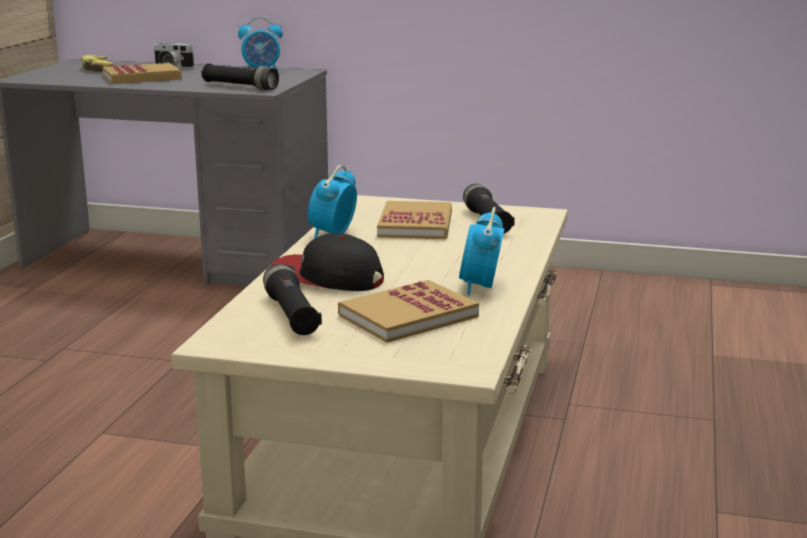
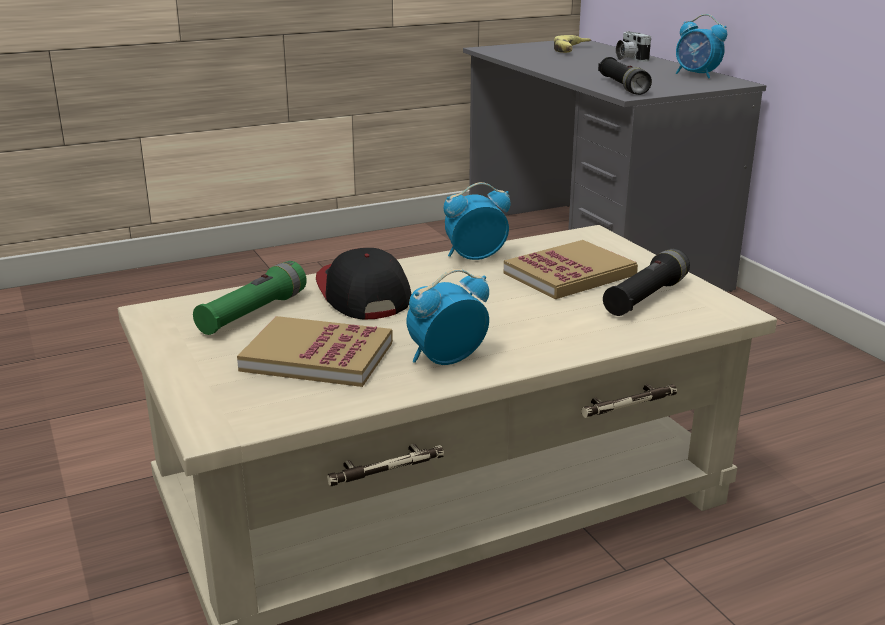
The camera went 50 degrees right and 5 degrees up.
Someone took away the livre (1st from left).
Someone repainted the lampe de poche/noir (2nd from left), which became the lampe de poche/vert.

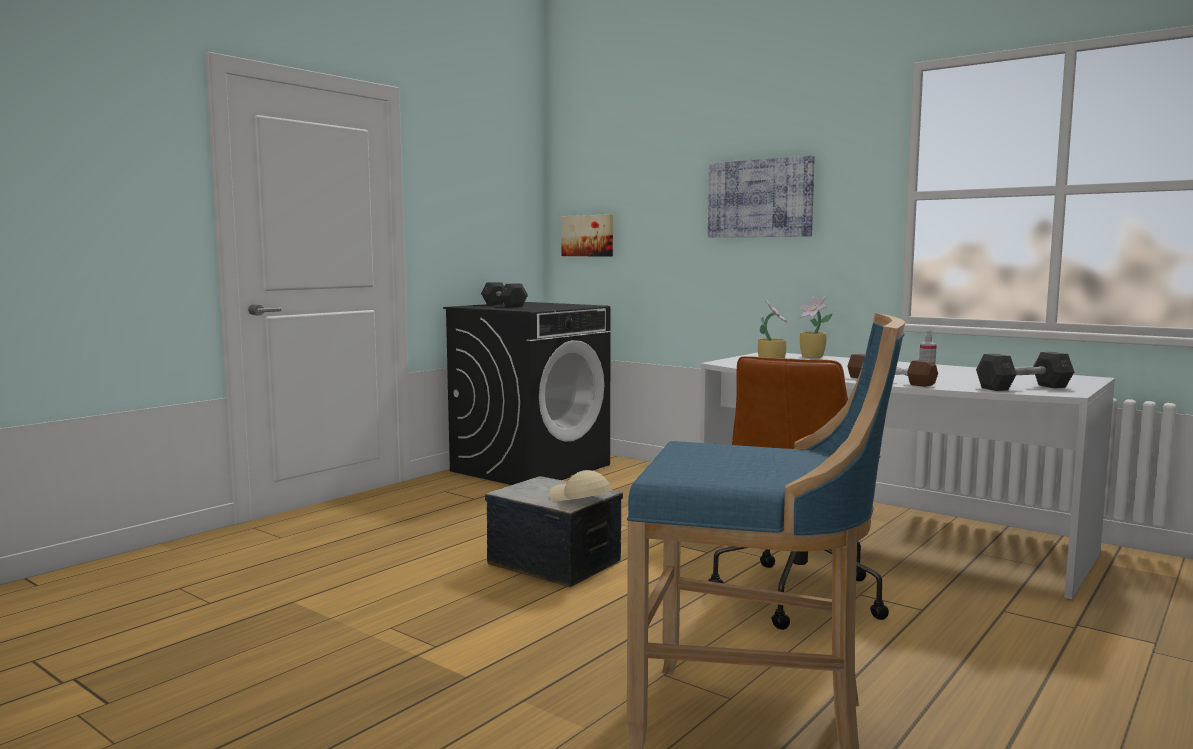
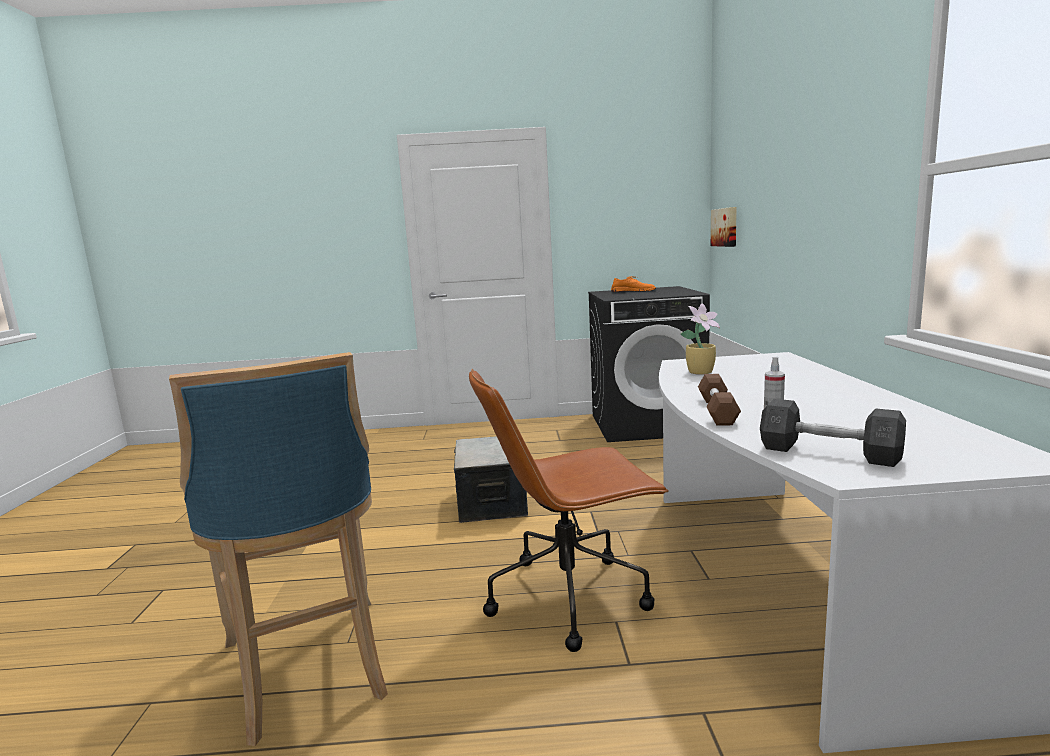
The camera went 50 degrees right and 5 degrees up.
Someone took away the tableau (2nd from left).
Someone swapped the haltère/gris (1st from left) for the chaussure/orange.
Someone took away the plante en pot (2nd from left).
Someone took away the casquette/beige.

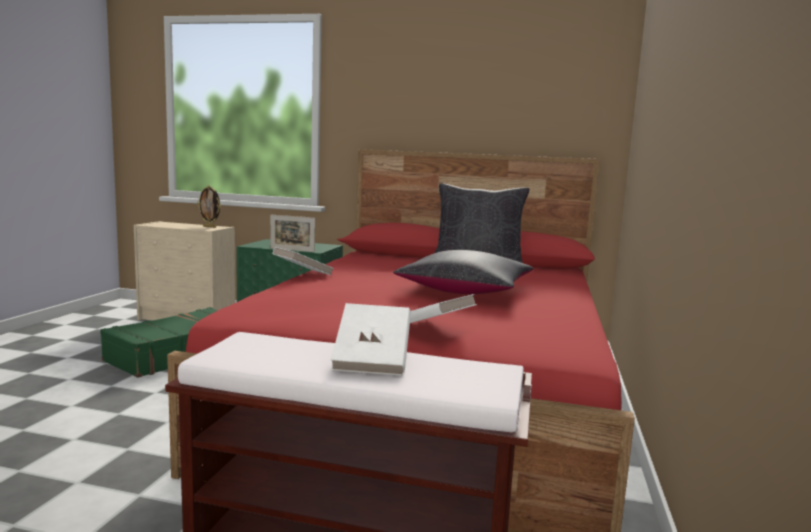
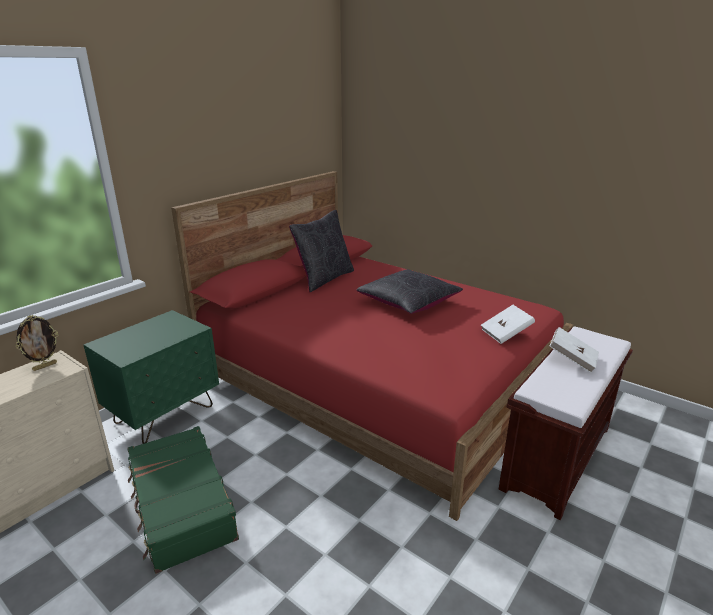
The camera went 65 degrees left and 15 degrees up.
Someone took away the cadre photo (2nd from left).
Someone took away the livre/blanc (1st from left).

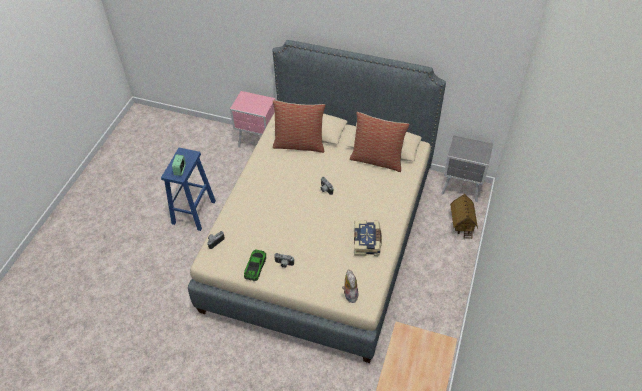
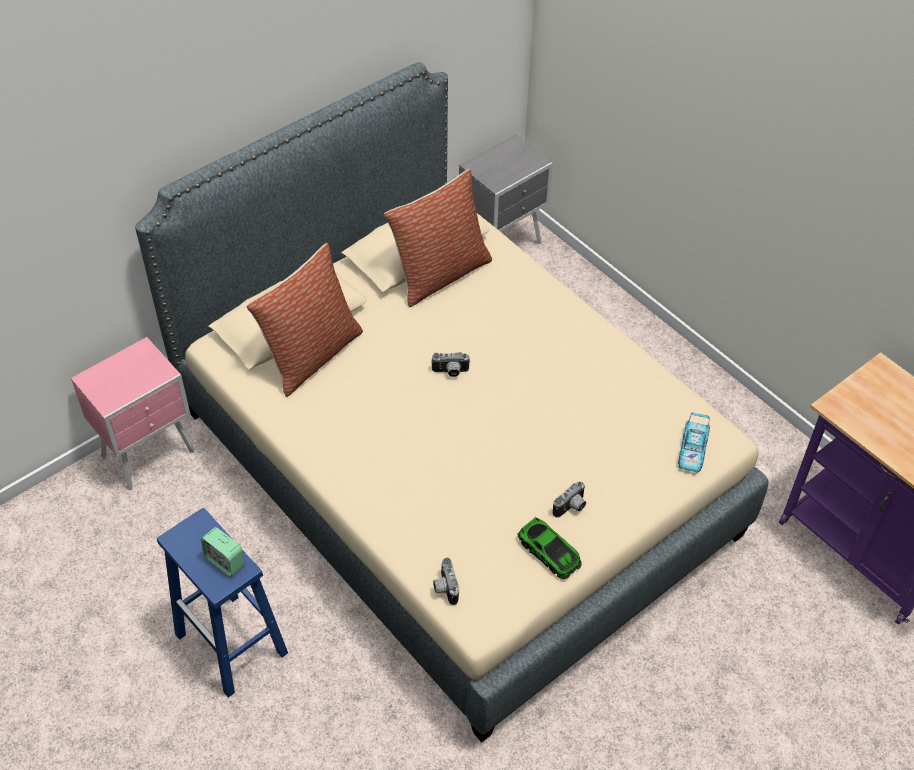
The camera went 60 degrees left and 0 degrees up.
Someone took away the maison miniature.
Someone took away the livre.
Someone swapped the peluche for the petite voiture (2nd from left).

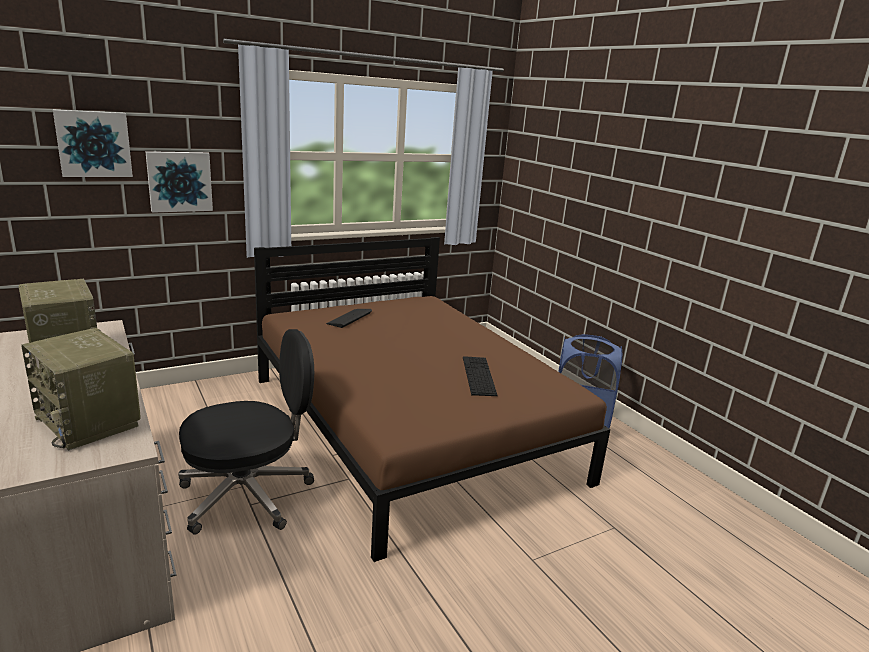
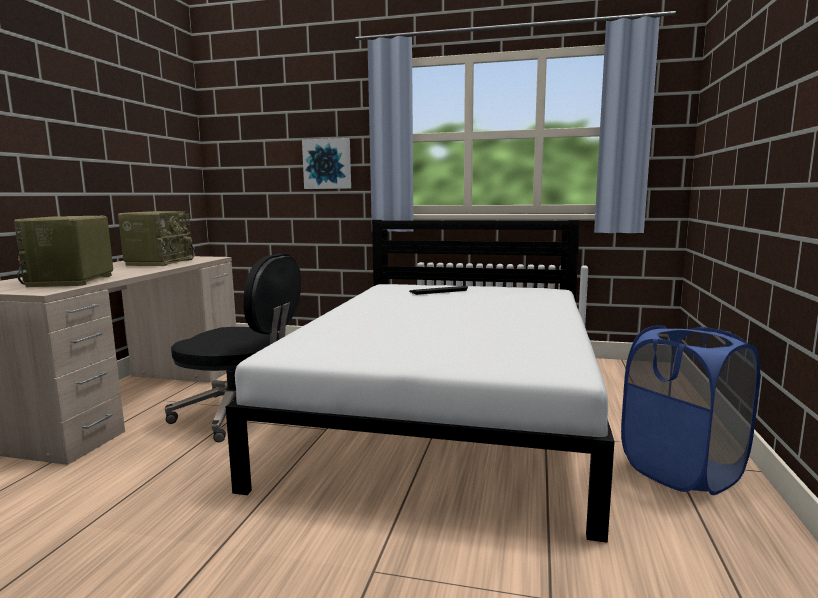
The camera went 45 degrees right and 10 degrees down.
Someone took away the tableau (1st from left).
Someone repainted the lit/marron, which became the lit/blanc.
Someone took away the clavier (2nd from left).

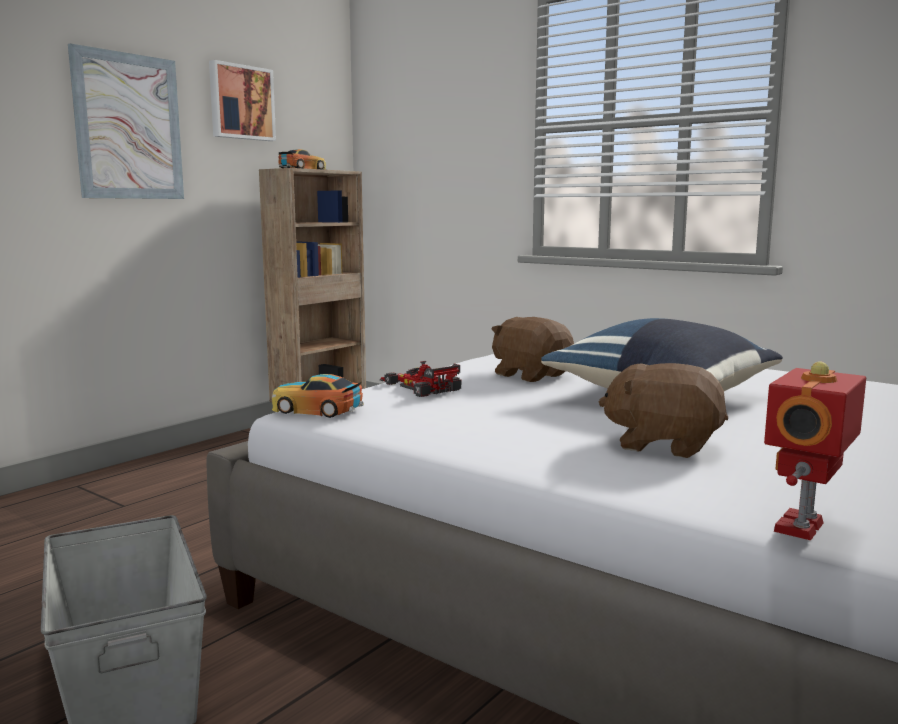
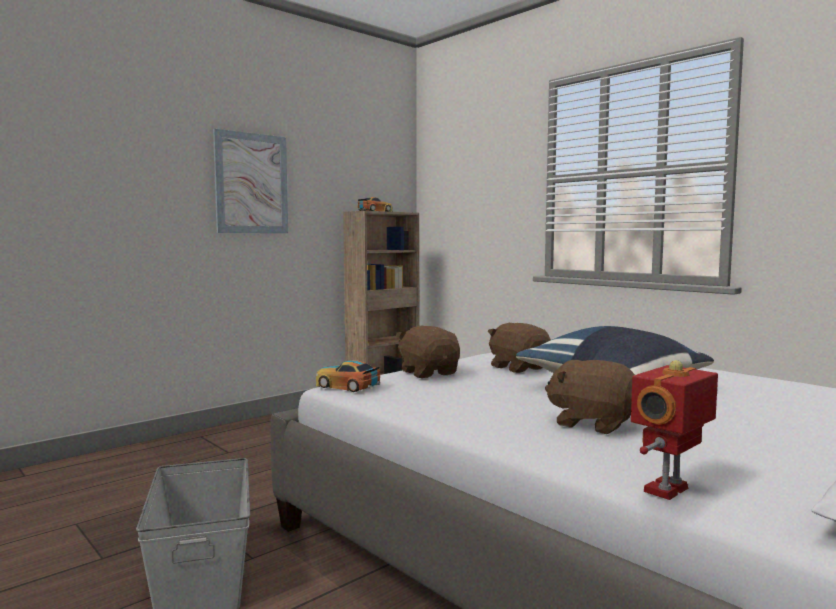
The camera went 10 degrees right and 5 degrees down.
Someone took away the tableau (2nd from left).
Someone swapped the petite voiture (3rd from left) for the peluche/marron (1st from left).

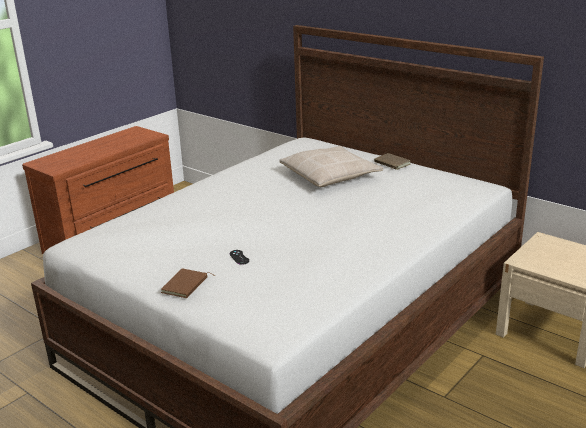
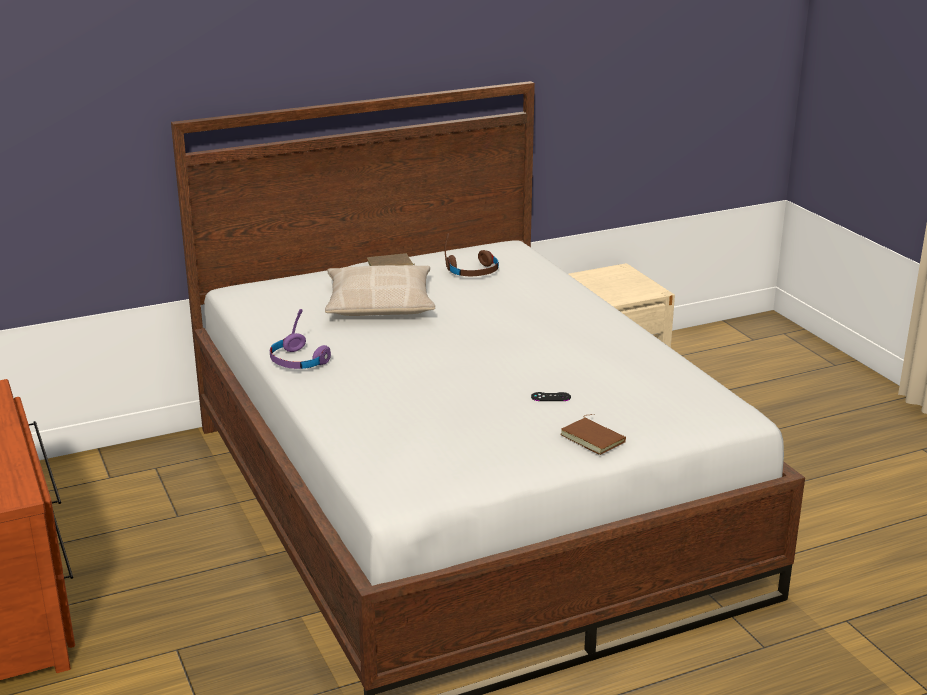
The camera went 65 degrees left and 0 degrees up.
Someone put down the casque audio/marron.
Someone put down the casque audio/violet.

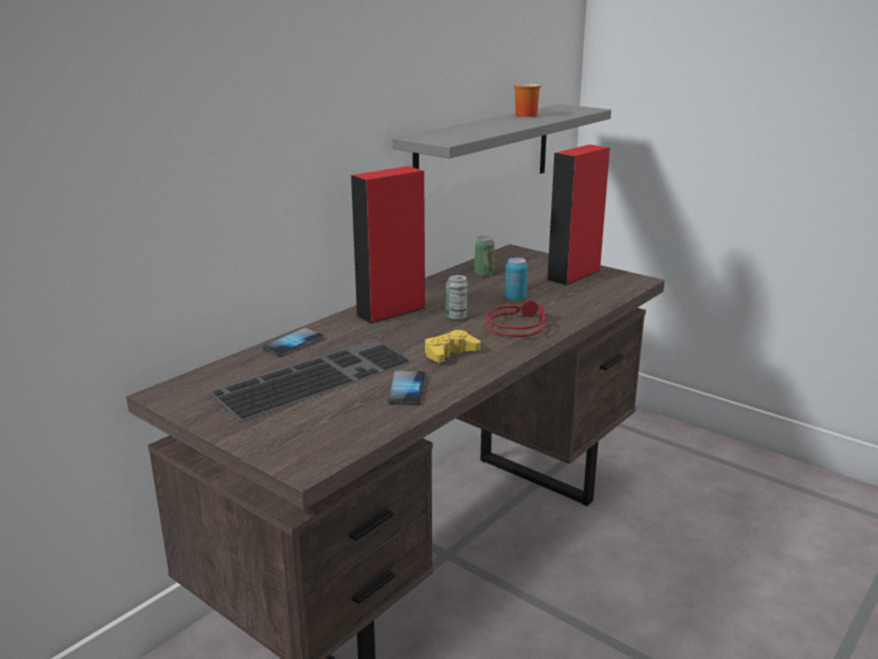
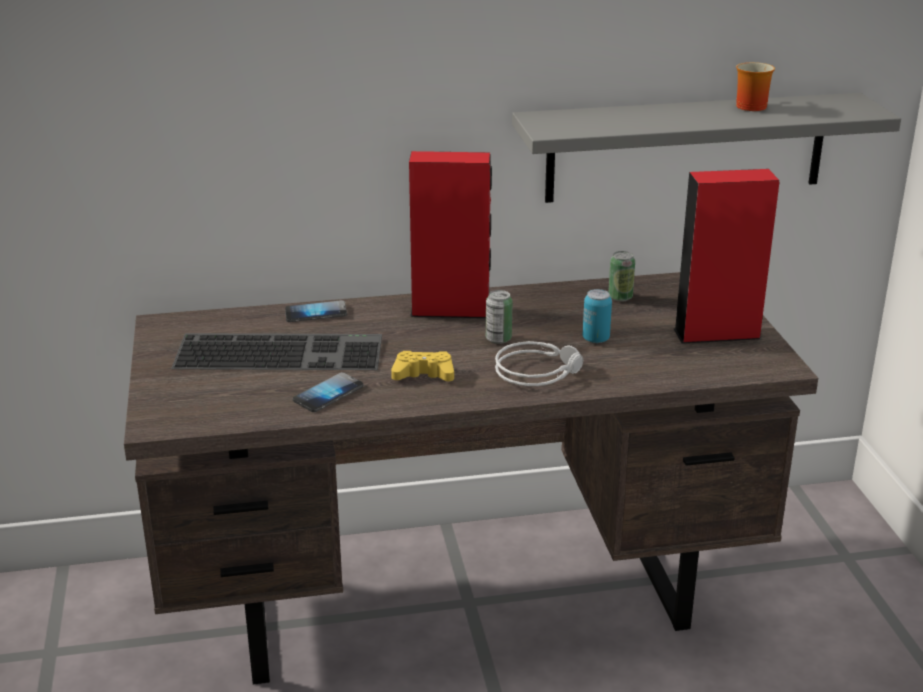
The camera went 40 degrees right and 5 degrees up.
Someone repainted the casque audio/rouge, which became the casque audio/gris.

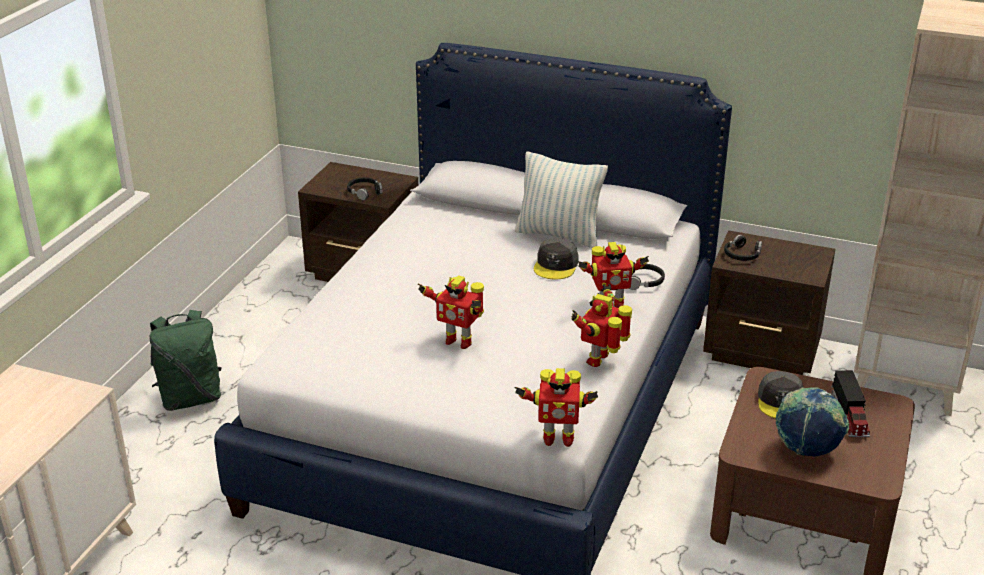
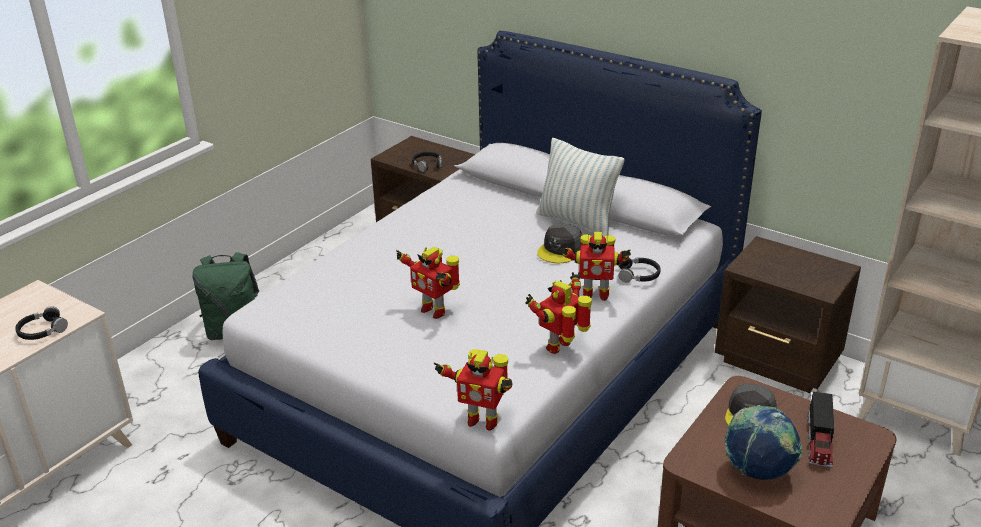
The camera went 15 degrees right and 0 degrees up.
Someone carried the casque audio/noir (3rd from left in the first image).

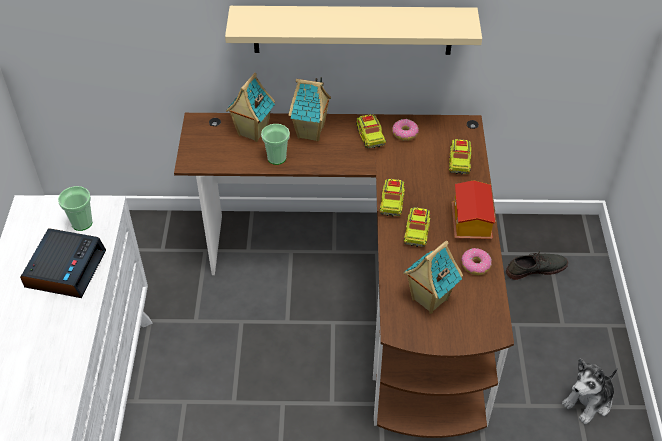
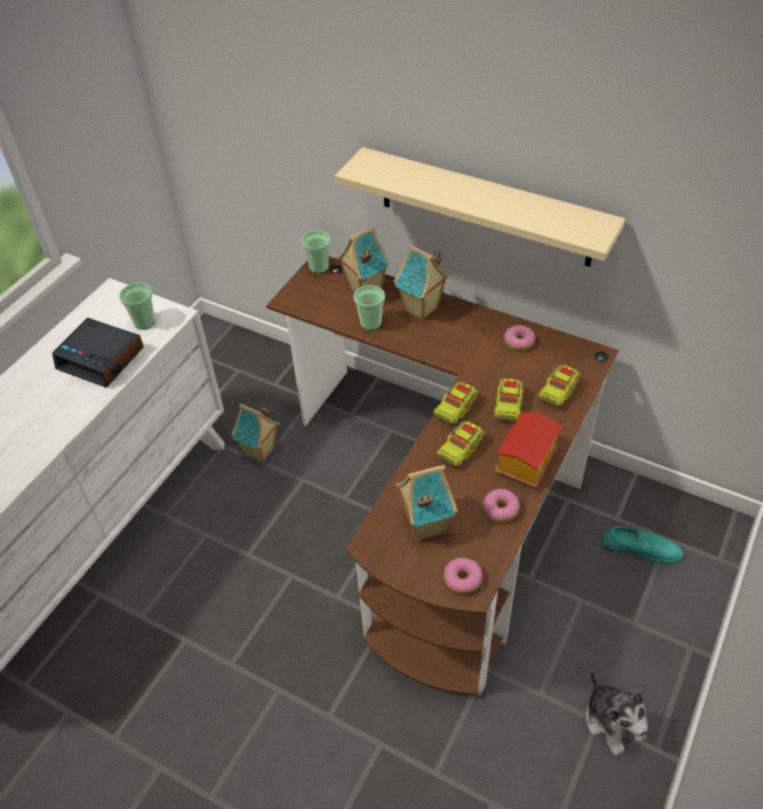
The camera went 30 degrees right and 0 degrees up.
Someone carried the camion jouet (1st from left in the first image).
Someone rotated the réveil by 75 degrees clockwise.
Someone repainted the chaussure/gris, which became the chaussure/turquoise.
Someone rotated the peluche by 105 degrees counterclockwise.
Someone put down the tasse (2nd from left).
Someone put down the maison miniature (1st from left).
Someone put down the beignet (1st from left).

